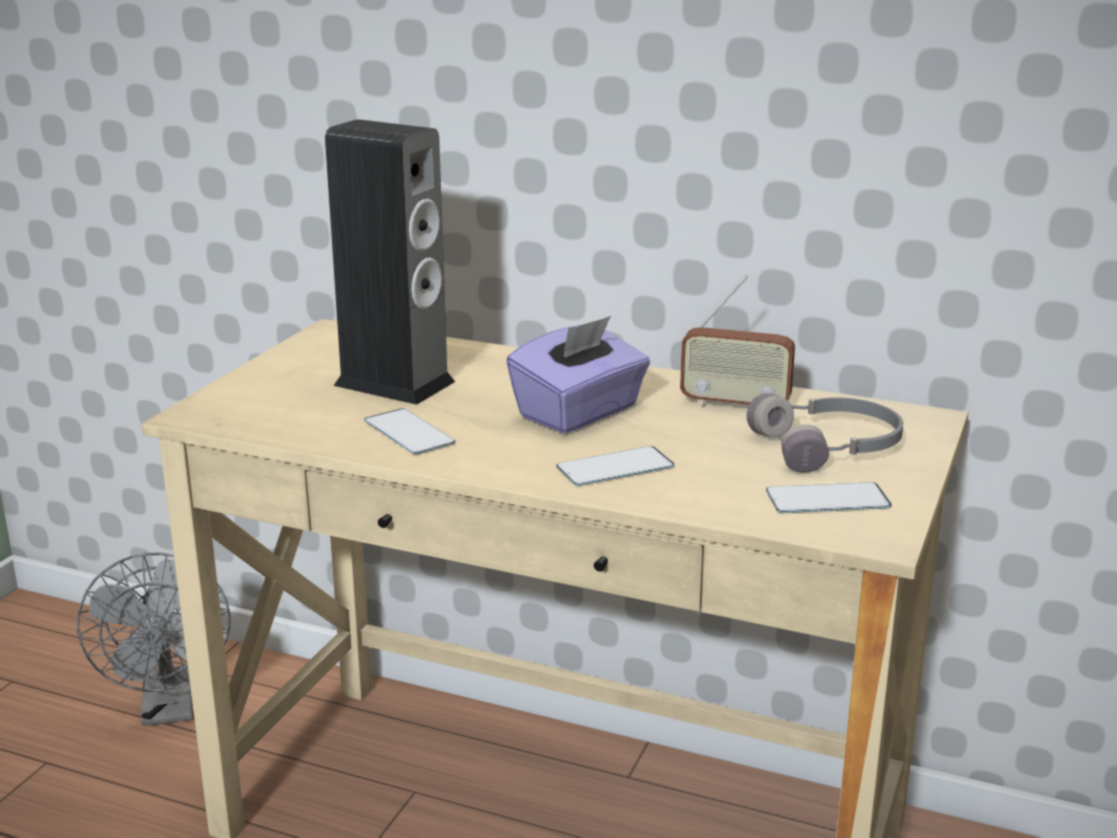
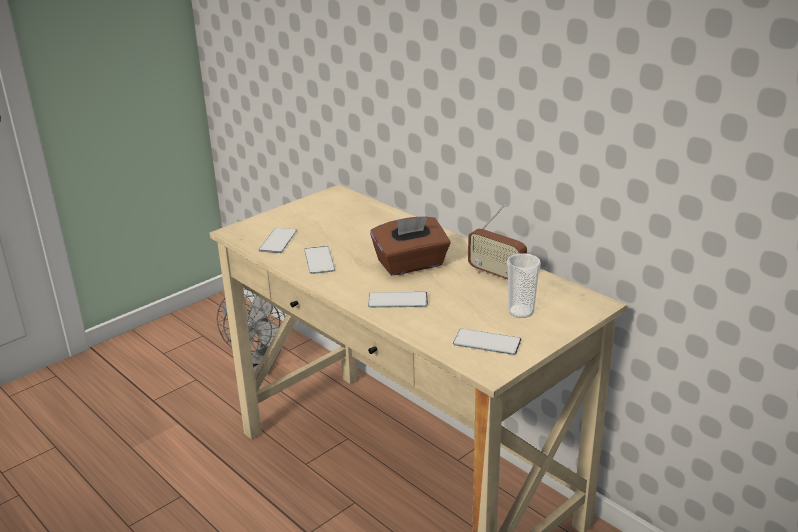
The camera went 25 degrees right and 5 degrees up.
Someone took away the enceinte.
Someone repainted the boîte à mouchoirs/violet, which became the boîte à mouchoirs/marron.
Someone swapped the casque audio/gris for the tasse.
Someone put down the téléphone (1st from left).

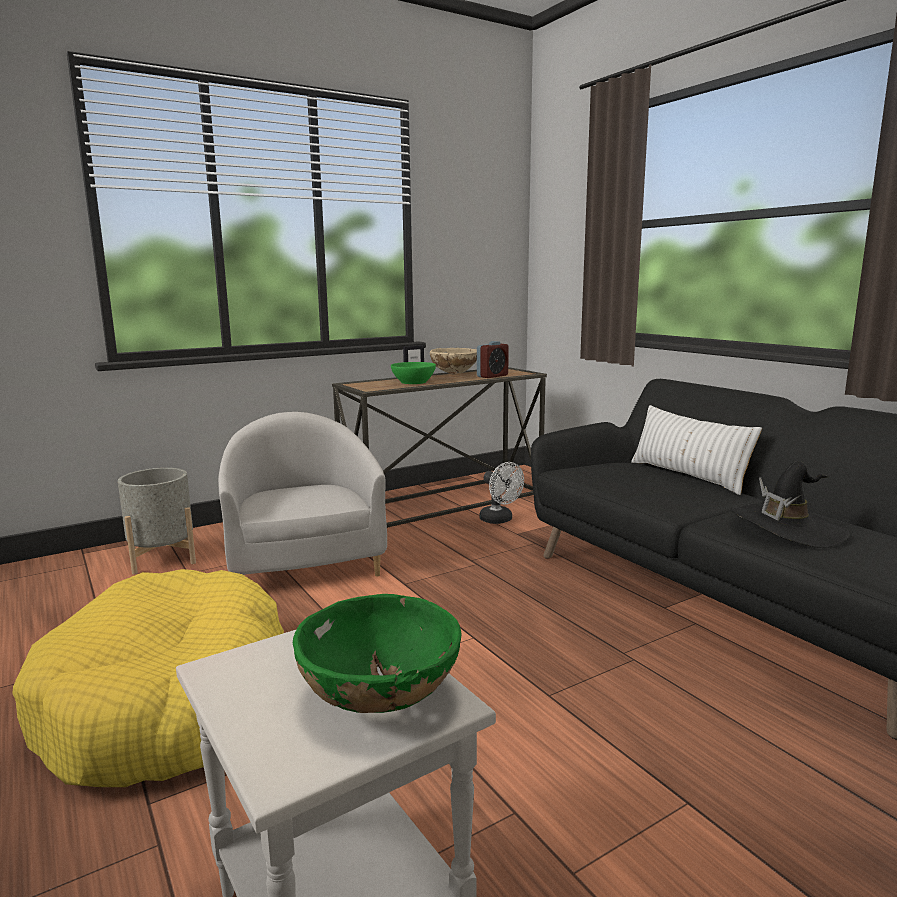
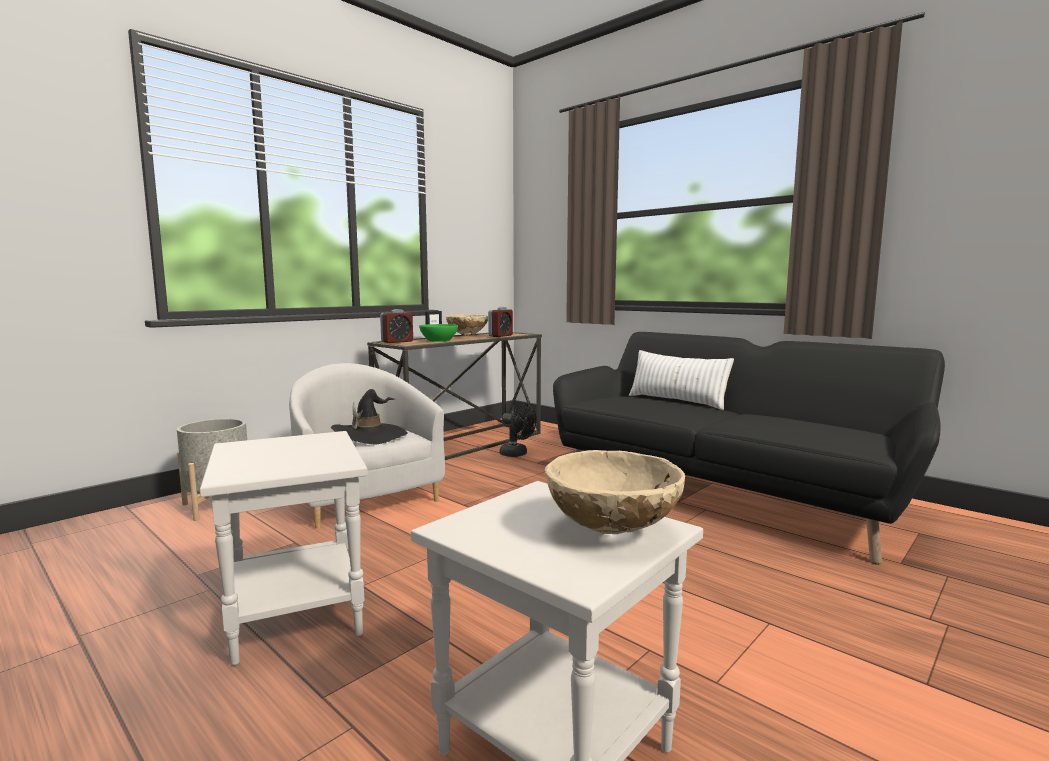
The camera went 15 degrees left and 5 degrees down.
Someone carried the chapeau/noir.
Someone repainted the ventilateur/blanc, which became the ventilateur/noir.
Someone swapped the panier pour chien/jaune for the table d'appoint/blanc (1st from left).
Someone repainted the bol/vert (1st from left), which became the bol/beige (2nd from left).
Someone put down the réveil (1st from left).

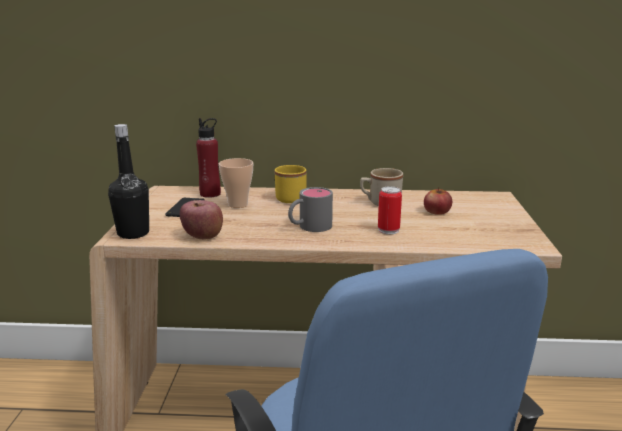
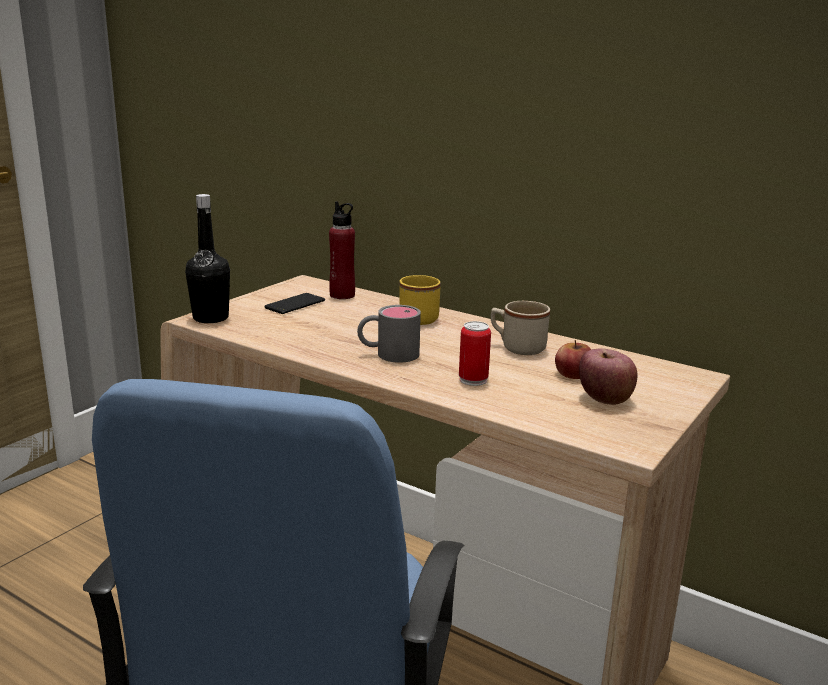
The camera went 30 degrees right and 0 degrees up.
Someone took away the tasse.
Someone carried the pomme (1st from left in the first image).

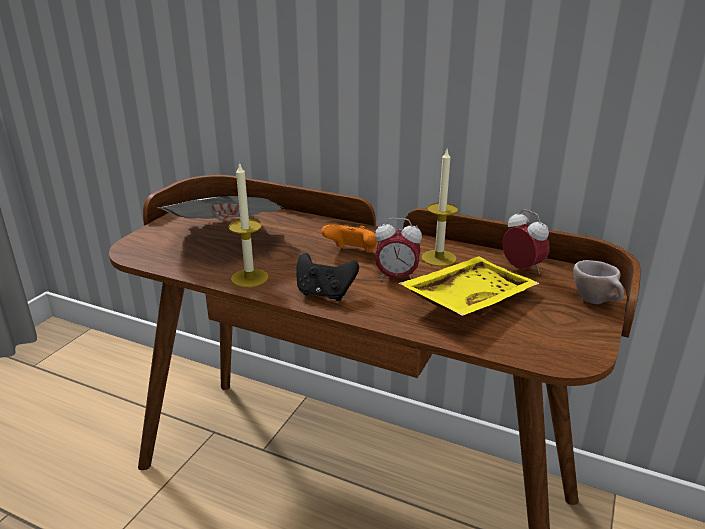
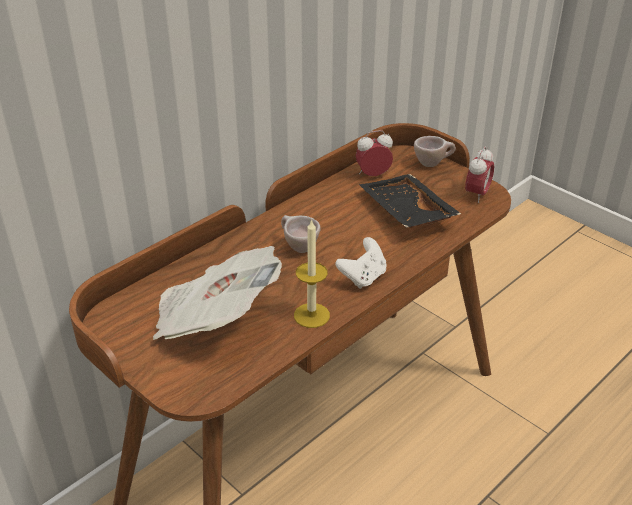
The camera went 70 degrees left and 10 degrees up.
Someone took away the bougie (2nd from left).
Someone carried the réveil (1st from left in the first image).
Someone swapped the manette/orange for the tasse/beige (1st from left).
Someone repainted the manette/noir, which became the manette/blanc.
Someone repainted the plateau/jaune, which became the plateau/noir.

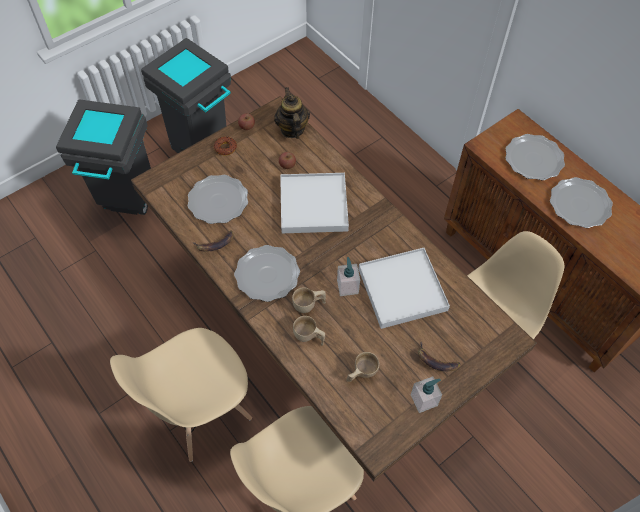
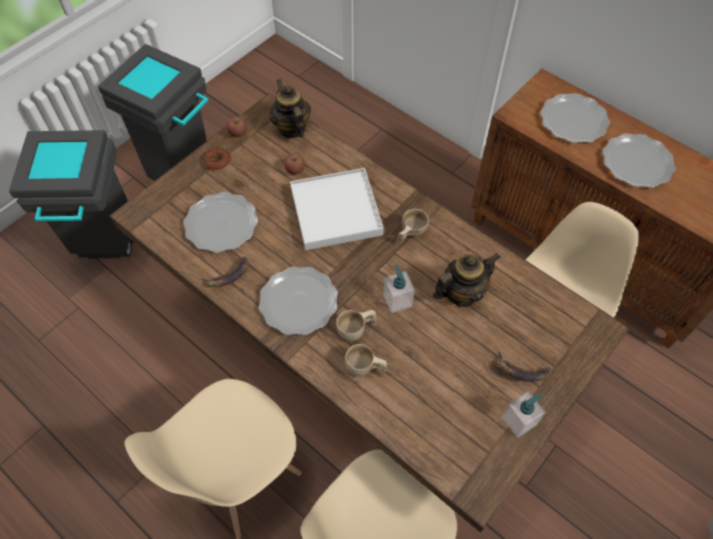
The camera went 10 degrees left and 0 degrees up.
Someone swapped the plateau/blanc (2nd from left) for the théière (2nd from left).
Someone carried the tasse/beige (3rd from left).

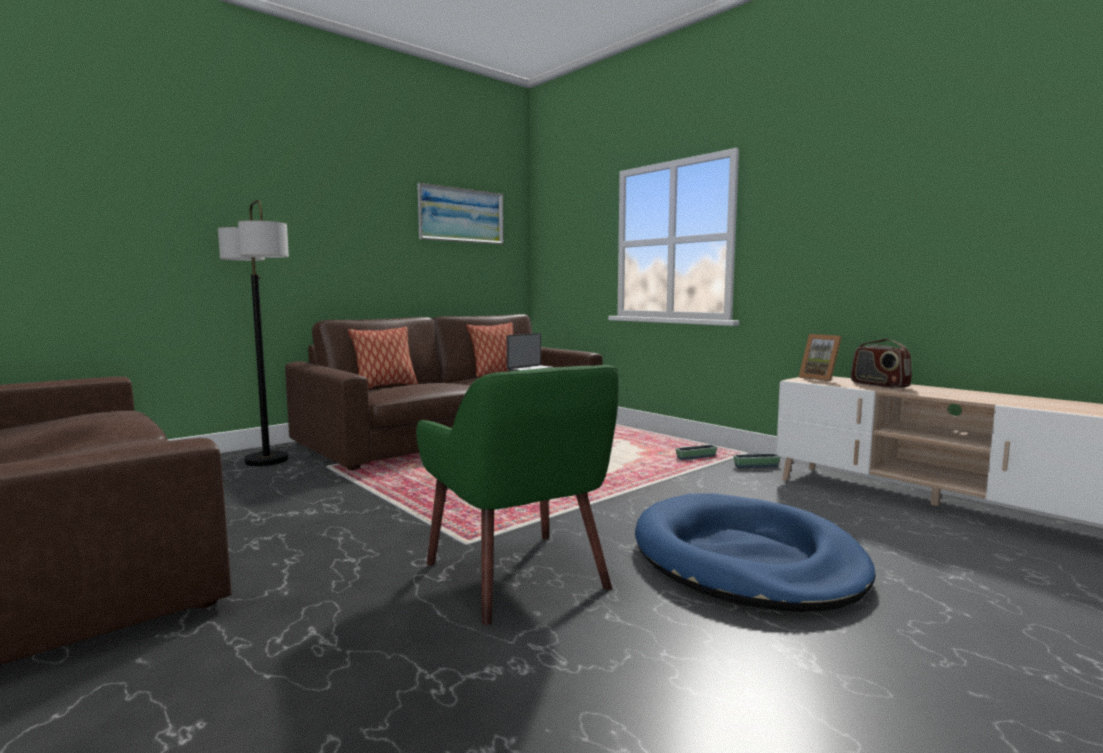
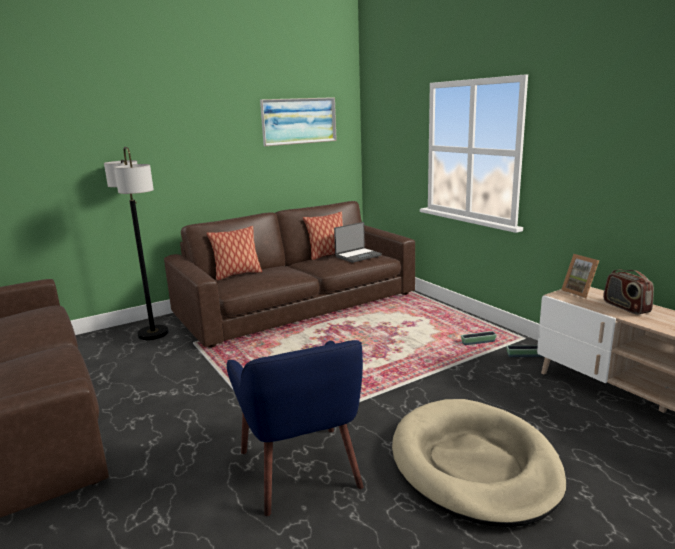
The camera went 10 degrees right and 10 degrees up.
Someone repainted the fauteuil/vert, which became the fauteuil/bleu.
Someone repainted the panier pour chien/bleu, which became the panier pour chien/beige.

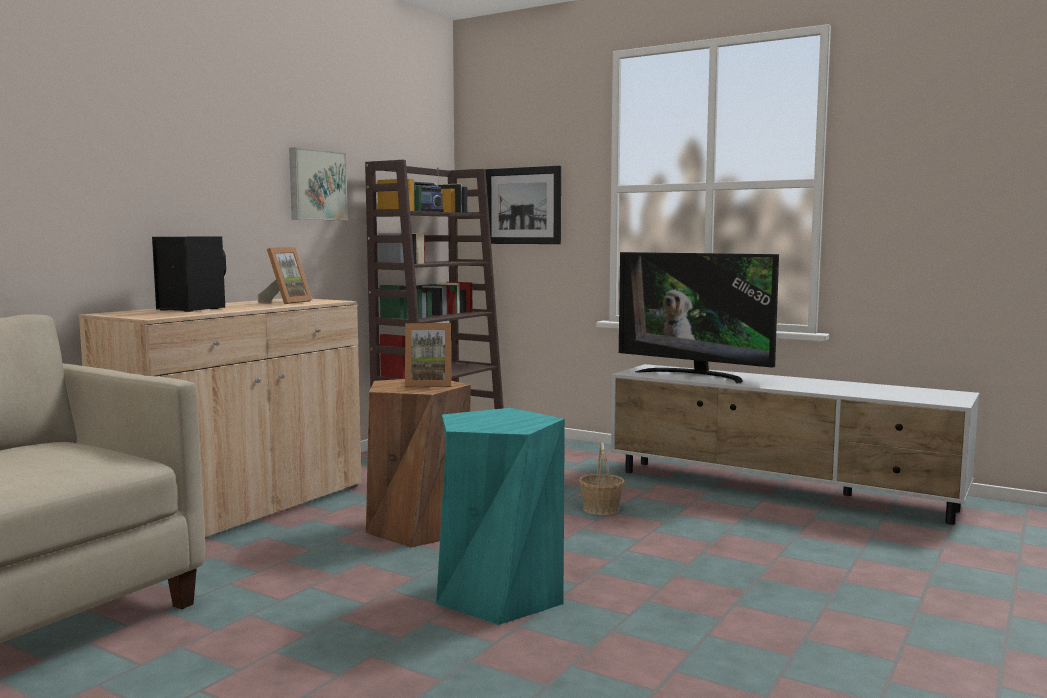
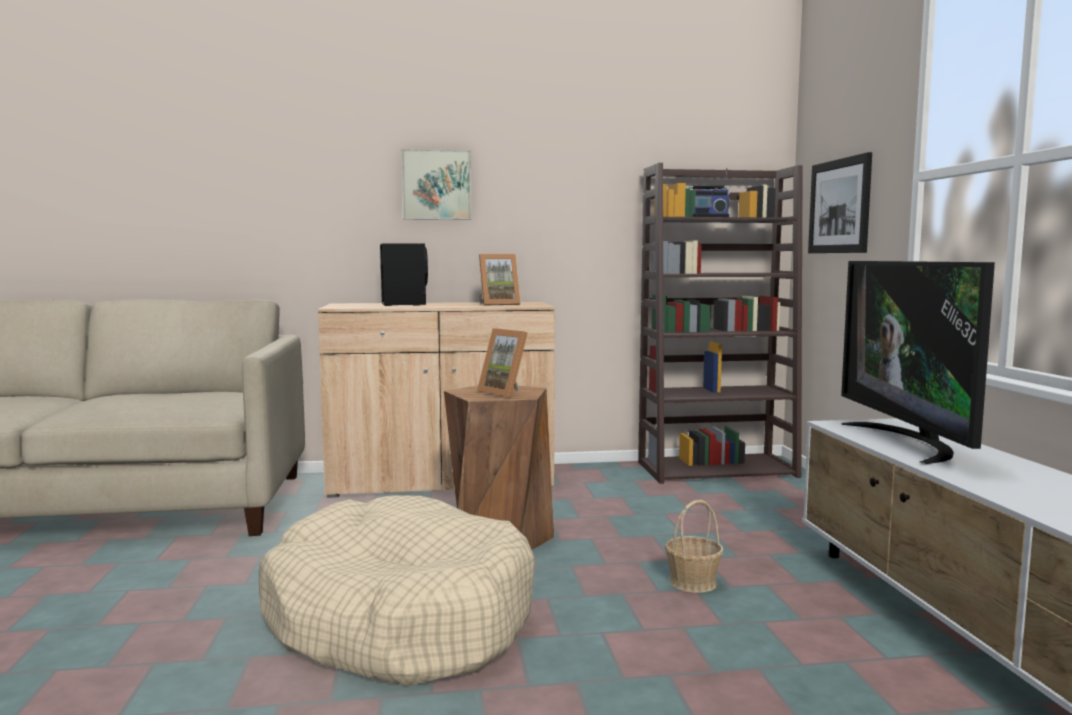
The camera went 50 degrees right and 0 degrees up.
Someone carried the tableau (1st from left).
Someone swapped the tabouret/turquoise for the panier pour chien/beige.

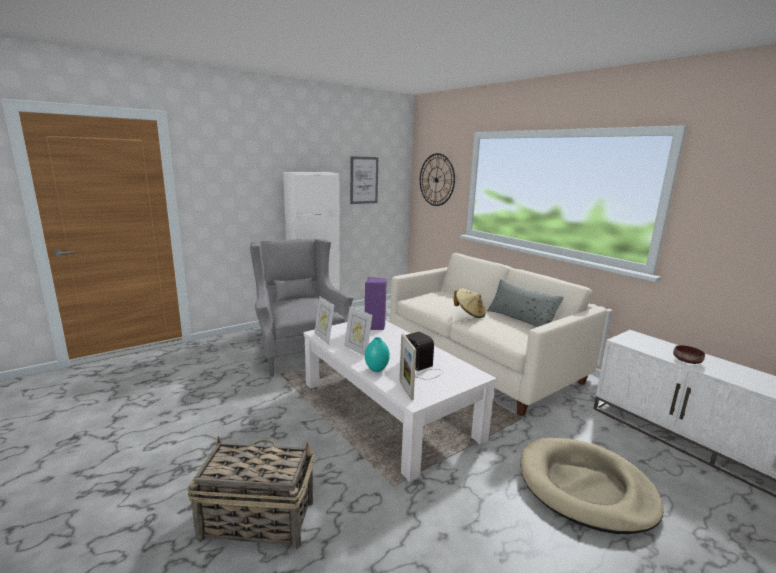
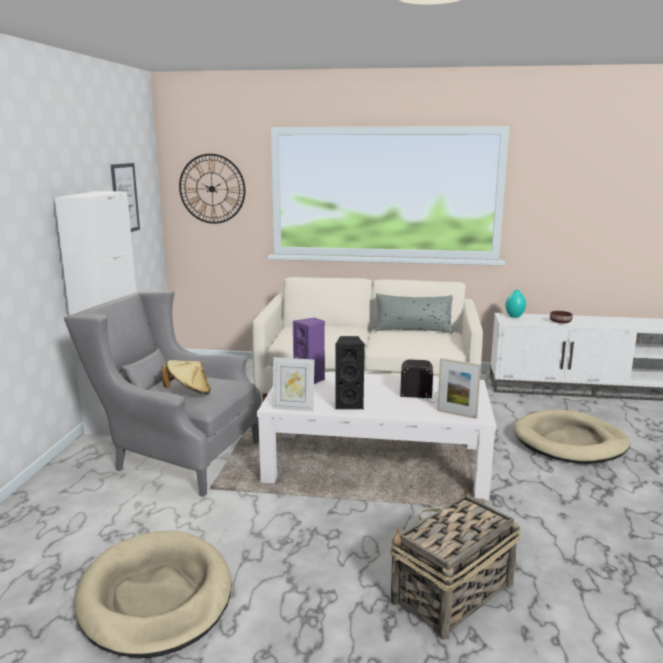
The camera went 45 degrees left and 0 degrees up.
Someone carried the chapeau/beige.
Someone swapped the cadre photo (2nd from left) for the enceinte/noir.
Someone carried the vase/turquoise.
Someone put down the panier pour chien/beige (1st from left).

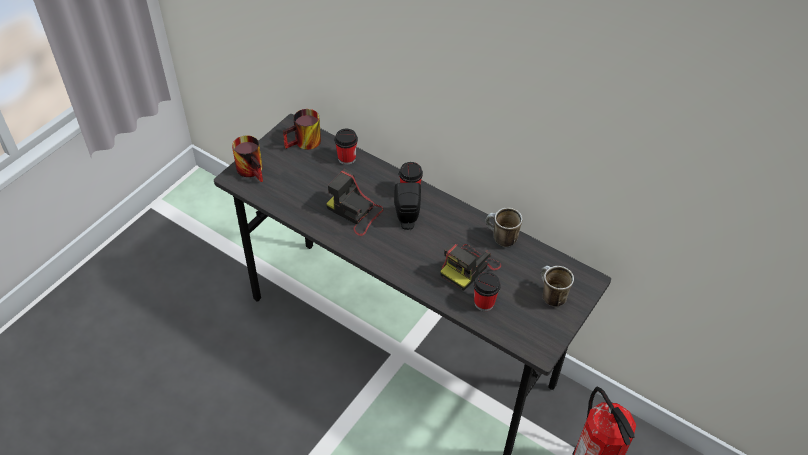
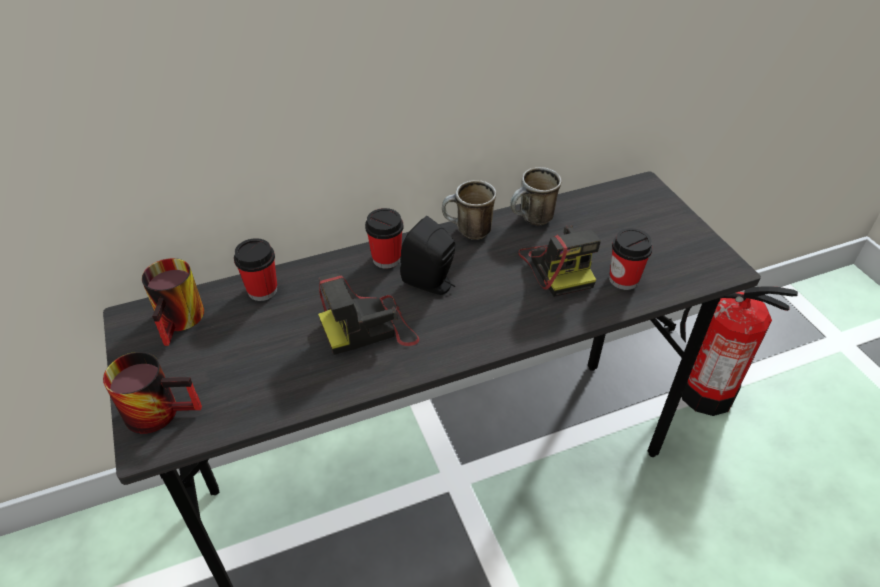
The camera went 55 degrees left and 5 degrees down.
Someone carried the mug (4th from left in the first image).

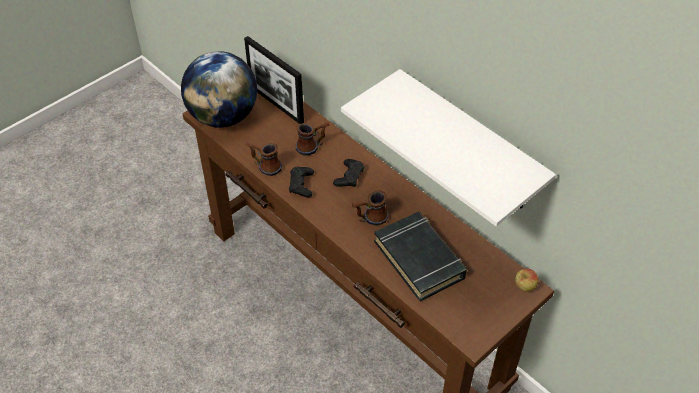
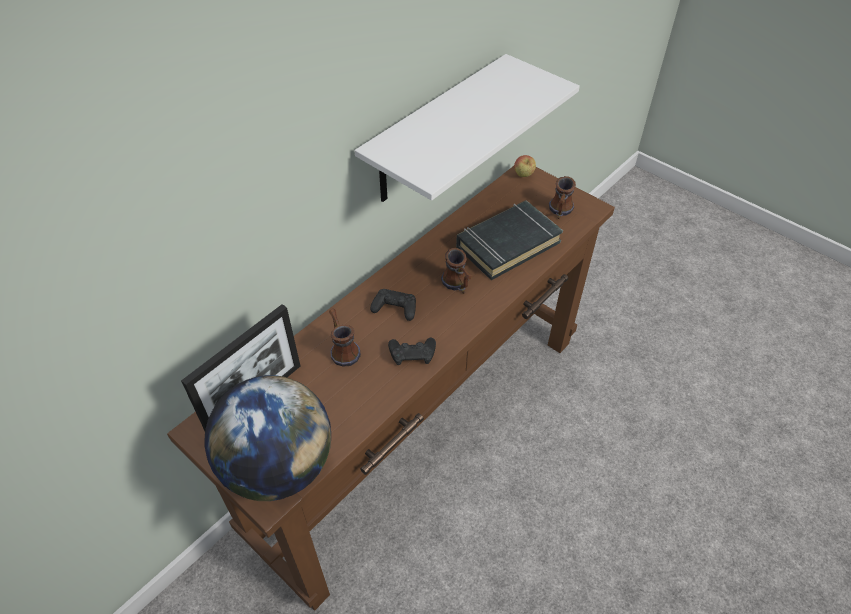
The camera went 95 degrees left and 0 degrees up.
Someone carried the mug (1st from left in the first image).

